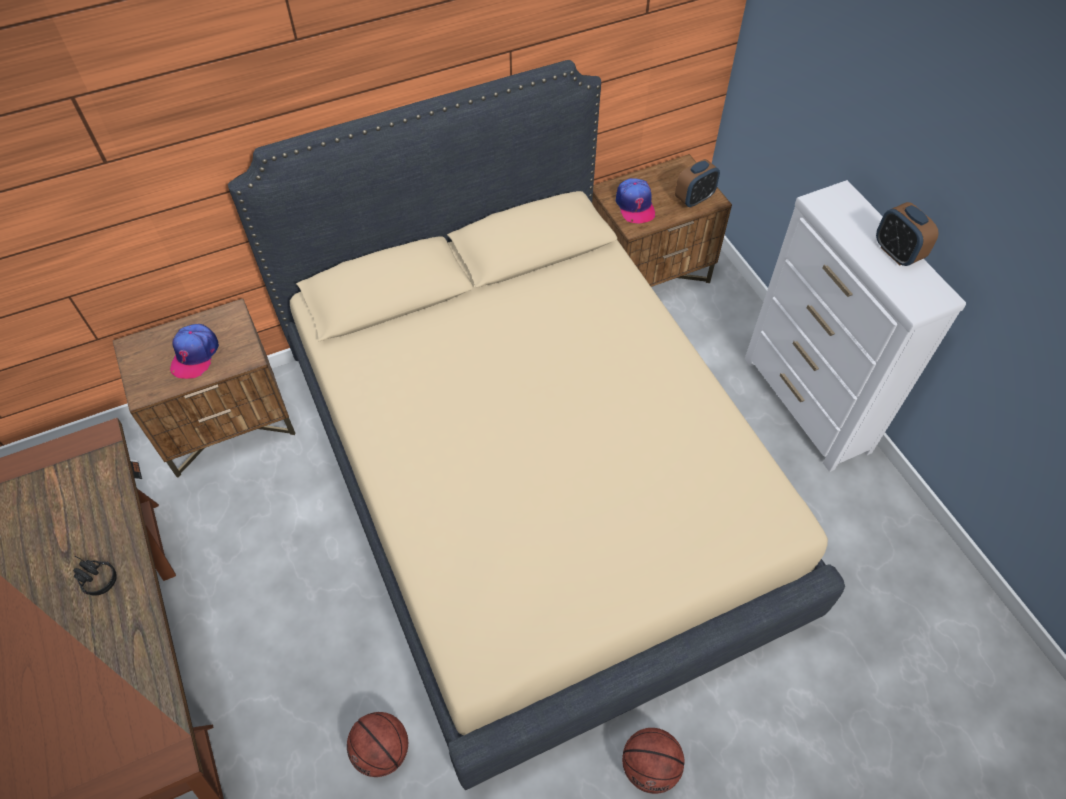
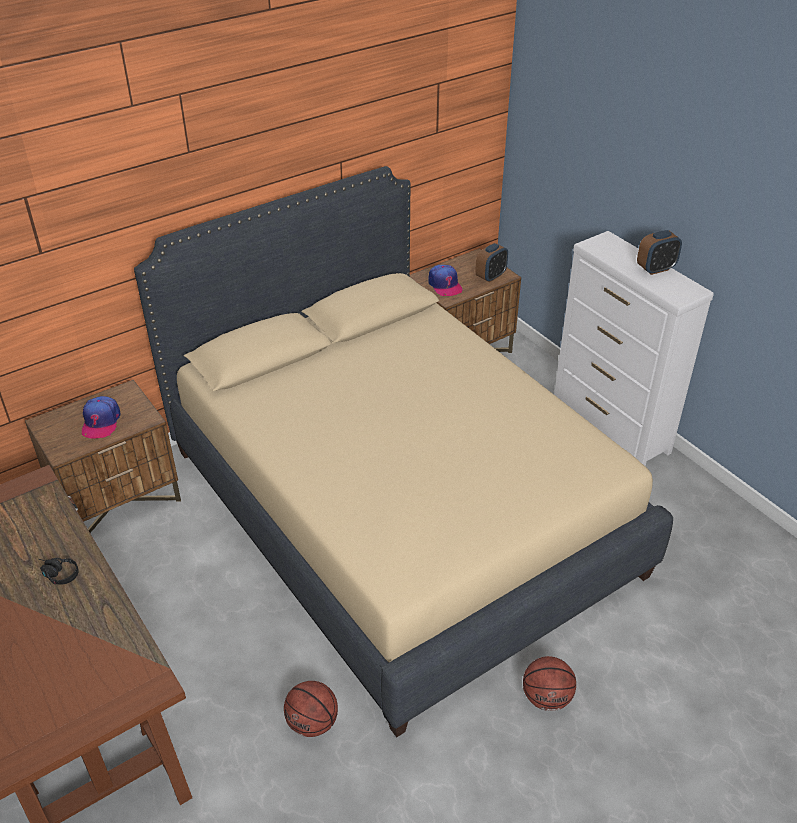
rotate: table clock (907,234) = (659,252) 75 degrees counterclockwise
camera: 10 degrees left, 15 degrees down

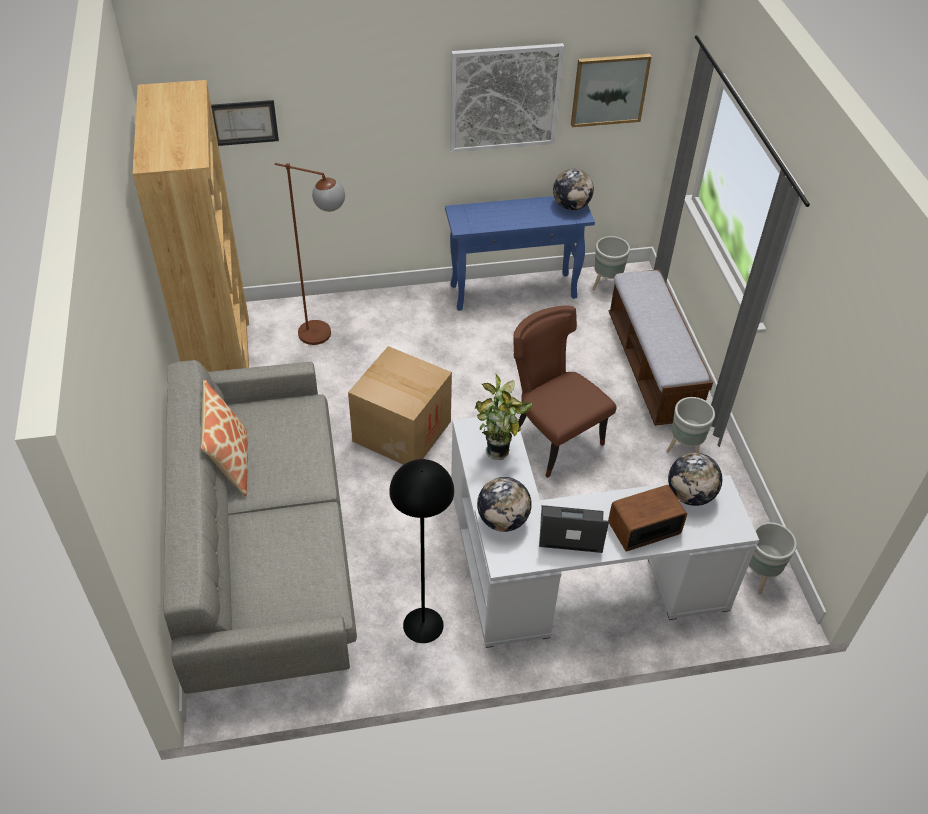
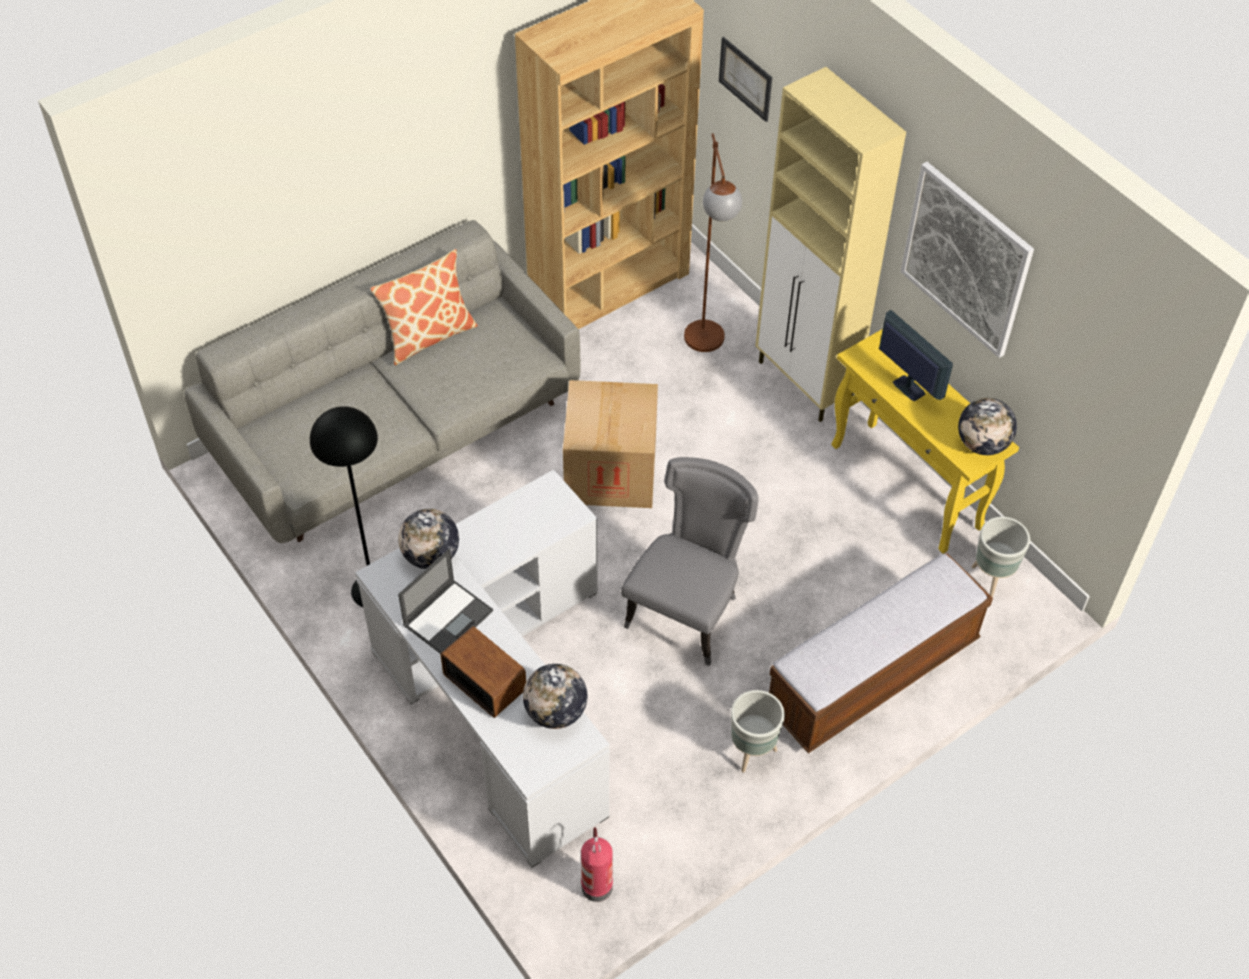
delete: plant in a pot (504,417); wall art (611,90)
insert: sand-coloured cupboard (831,244); computer screen (916,355)
replace: greyish flower pot (773,558) to fire-fighting cylinder (597,864)
recolor: brown-coloured plain chair (565,392) to greyish plain chair (690,561); blue hall table (520,253) to yellow-coloured hall table (925,441)
rotate: portable computer (574,529) = (445,601) 60 degrees clockwise
camera: 65 degrees right, 5 degrees up

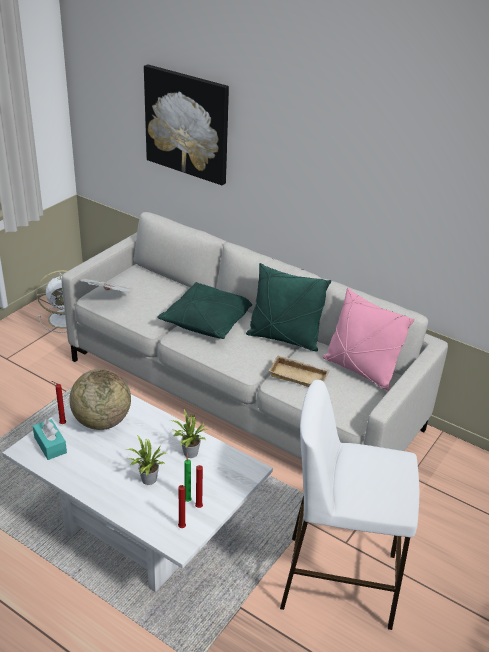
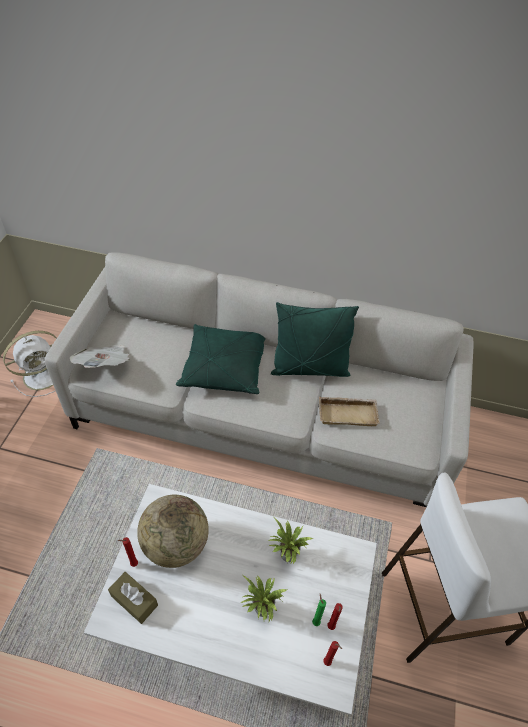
delete: wall art (186,125); pink pillow (369,339)
recolor: turquoise box of tissues (50,439) to brown-coloured box of tissues (133,598)
camera: 20 degrees left, 15 degrees up

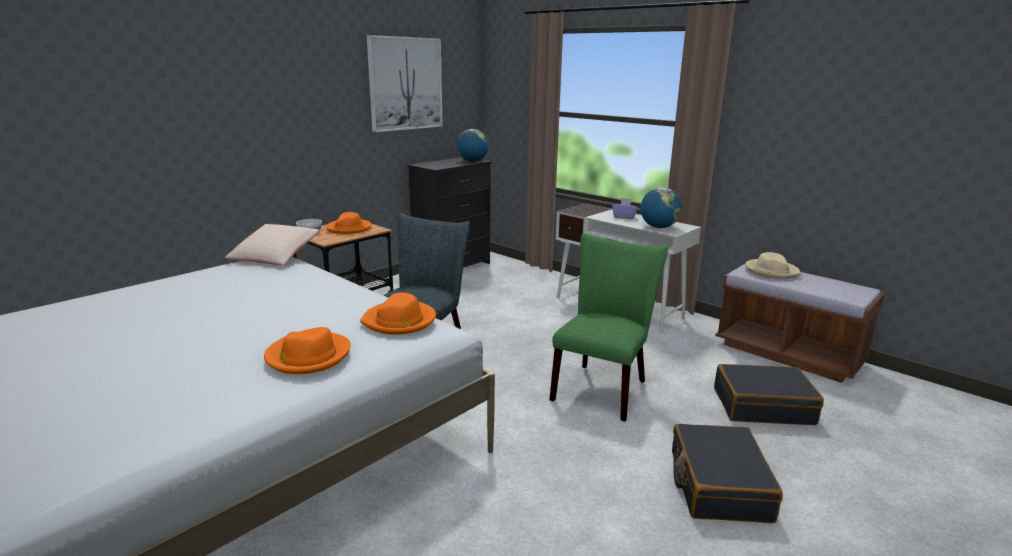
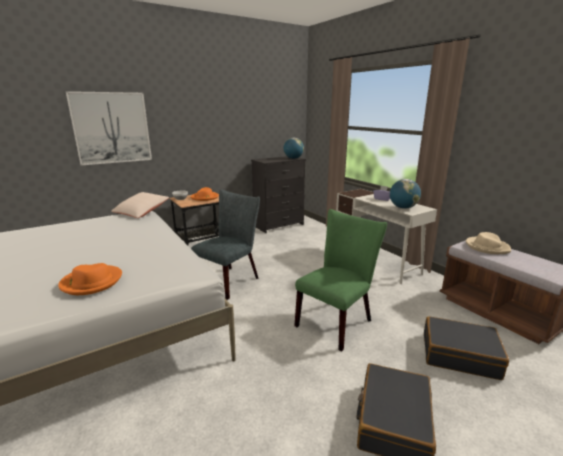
delete: orangey wearable hat (398,313)
move: wall art (405,83) to (109,128)
camera: 15 degrees right, 0 degrees up

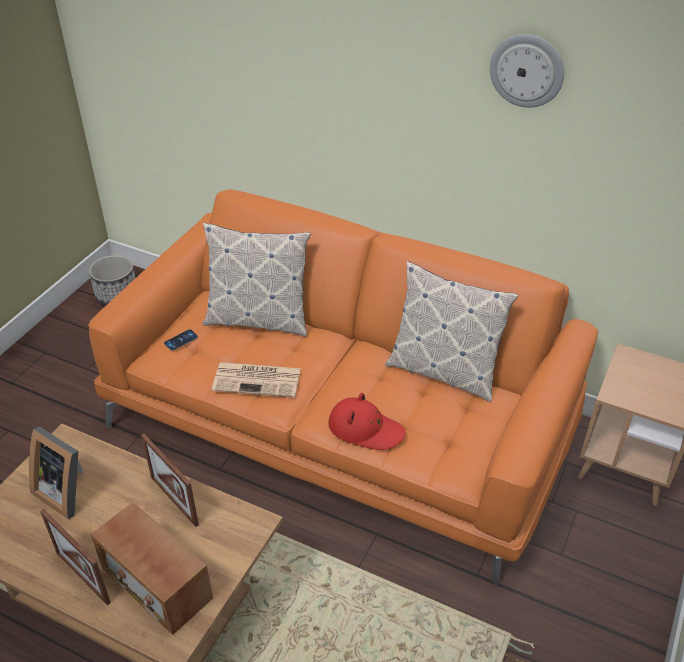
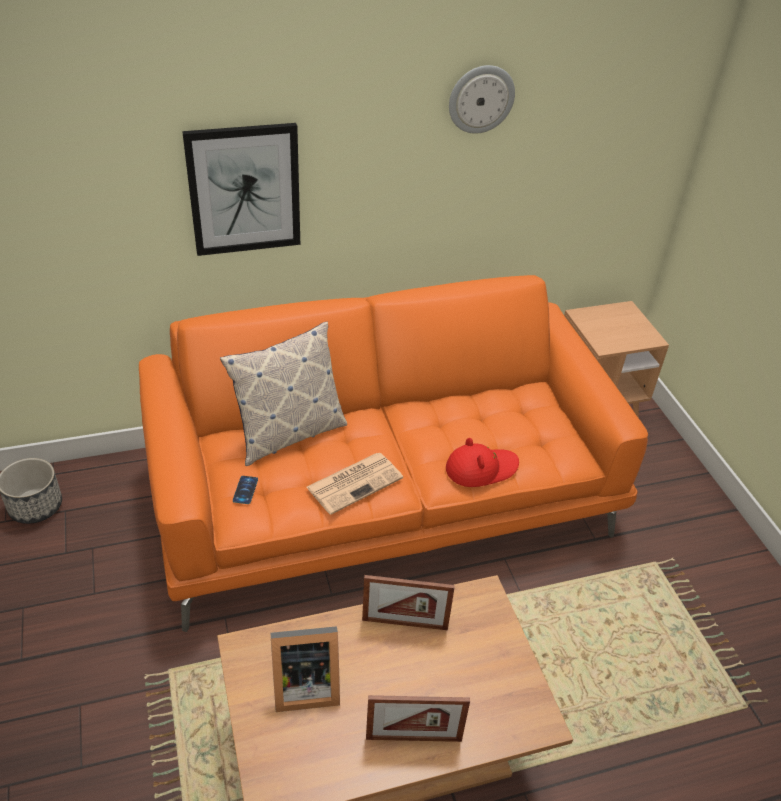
delete: radio set (151,568); pillow (451,331)
insert: wall art (241,189)
camera: 45 degrees left, 0 degrees up

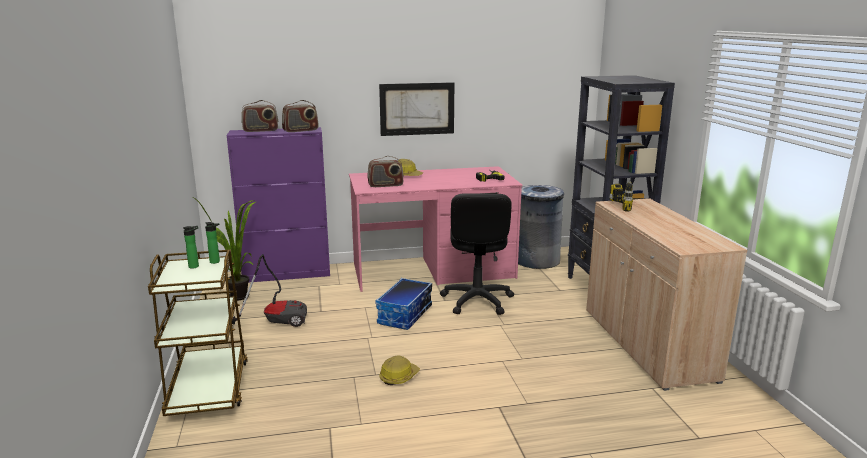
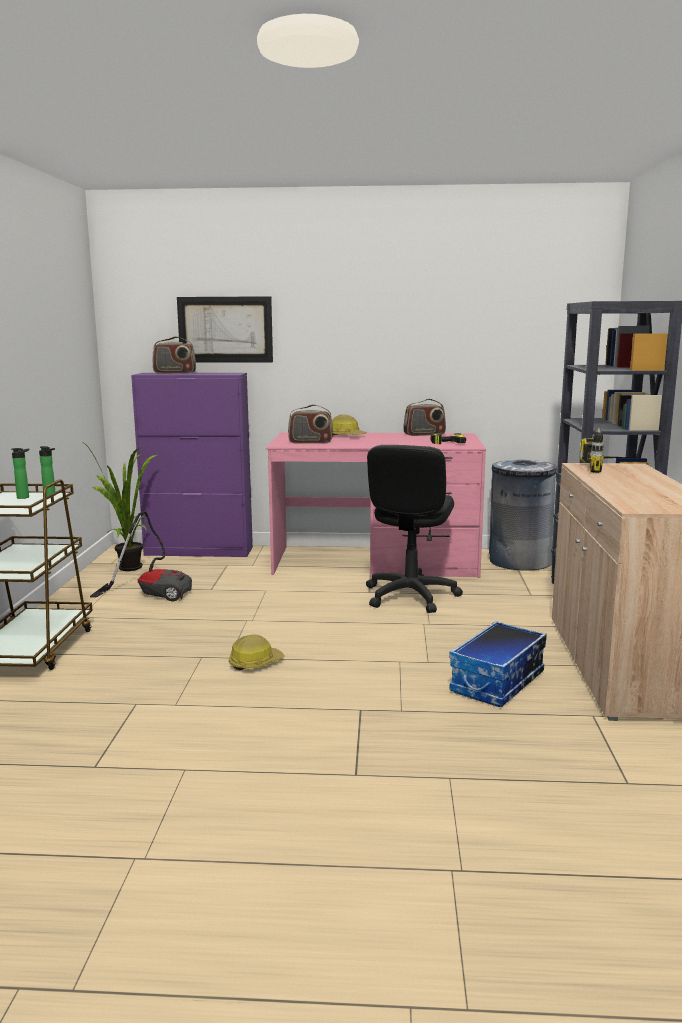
move: wall art (416,109) to (225,329); radio set (300,116) to (424,417); storage bin (403,304) to (498,664)
camera: 15 degrees right, 5 degrees down

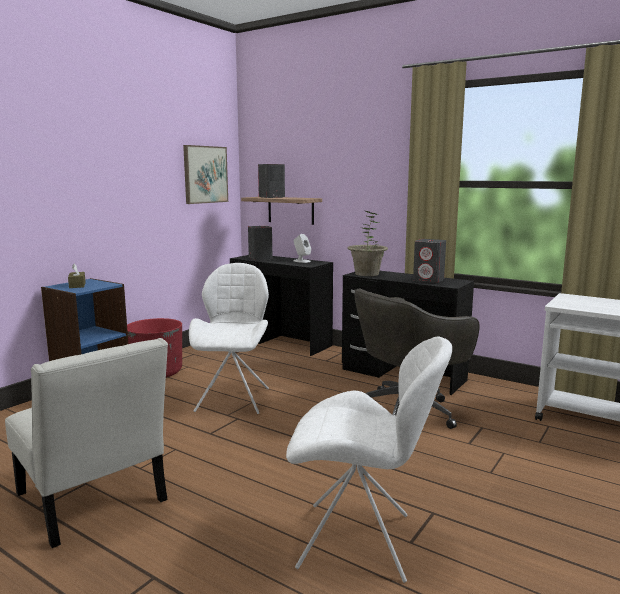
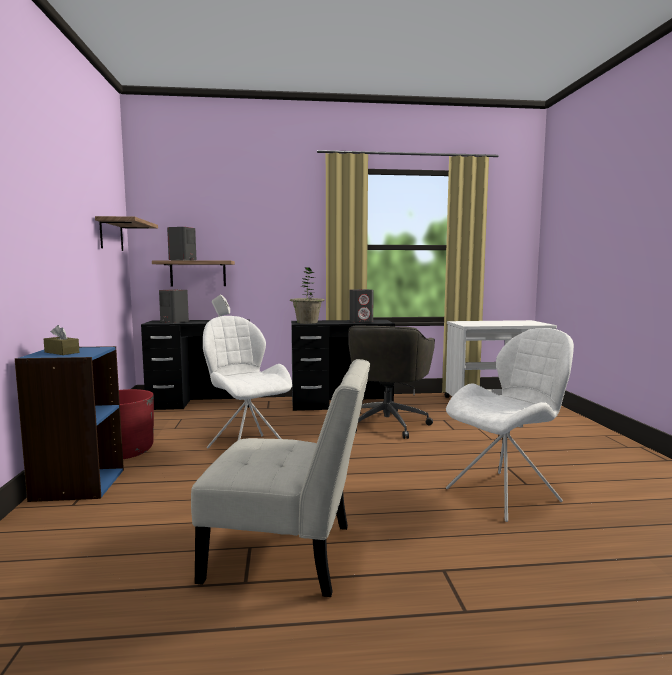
replace: wall art (205,174) to wall shelf (126,233)
camera: 40 degrees left, 5 degrees down

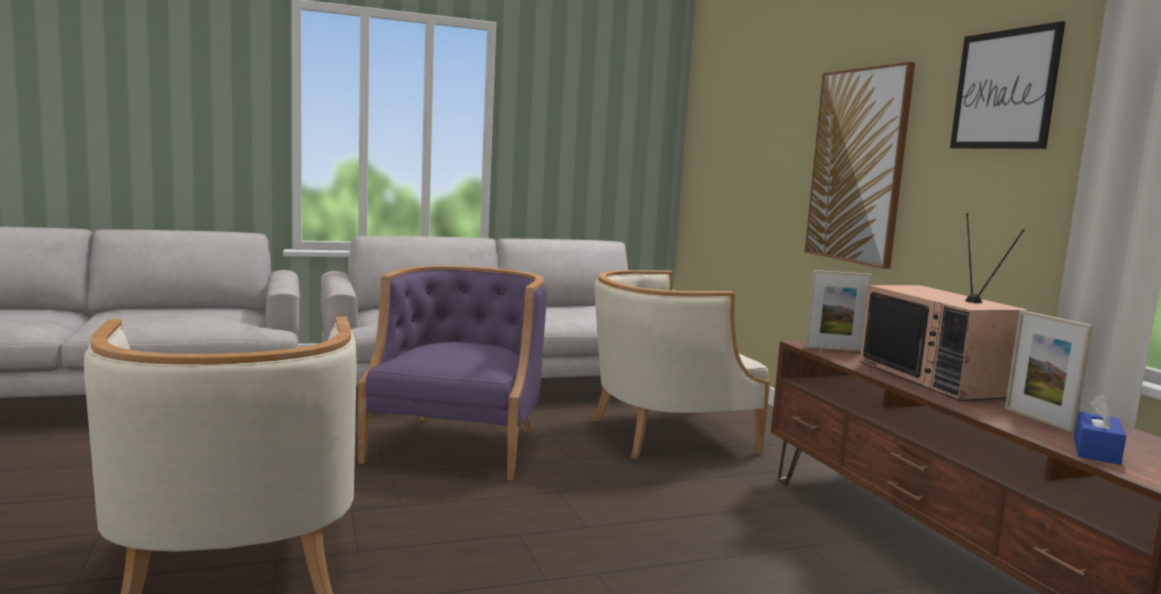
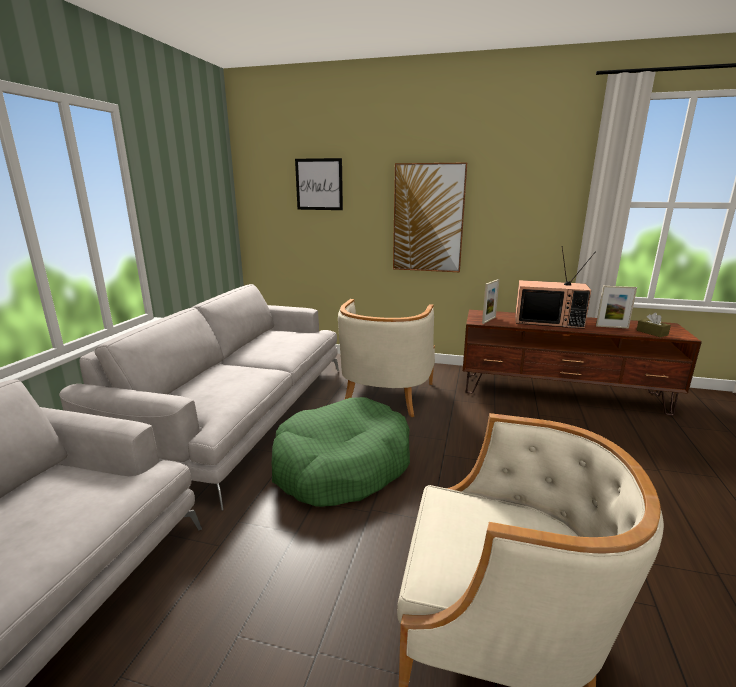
move: wall art (1008,85) to (319,184)
replace: purplish easy chair (452,373) to greenish dog cushion (340,452)
recolor: blue box of tissues (1100,430) to brown-coloured box of tissues (654,325)
camera: 55 degrees left, 10 degrees up

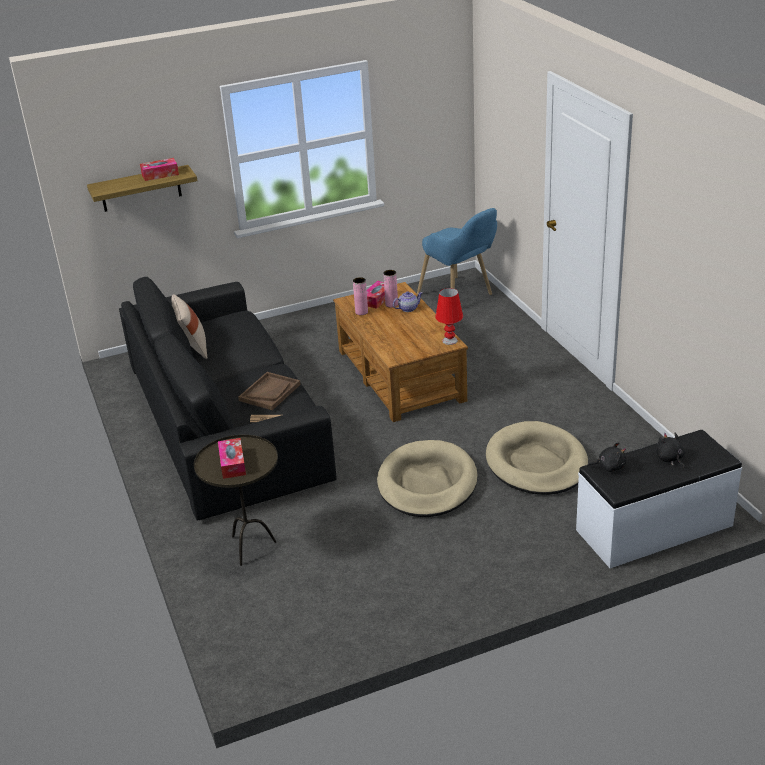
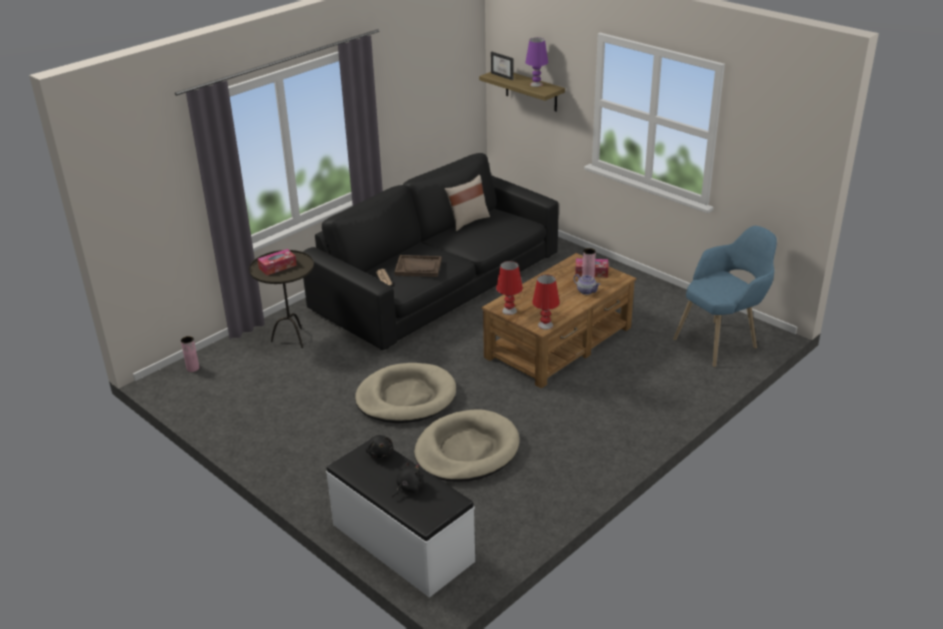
insert: photo frame (502,66); red-coloured lamp for a table (509,288)
move: pink decorative vase (360,296) to (190,354)
replace: box of tissues (159,169) to purplish lamp for a table (536,62)
rotate: blue easy chair (457,251) = (725,296) 150 degrees counterclockwise
camera: 65 degrees right, 0 degrees up

